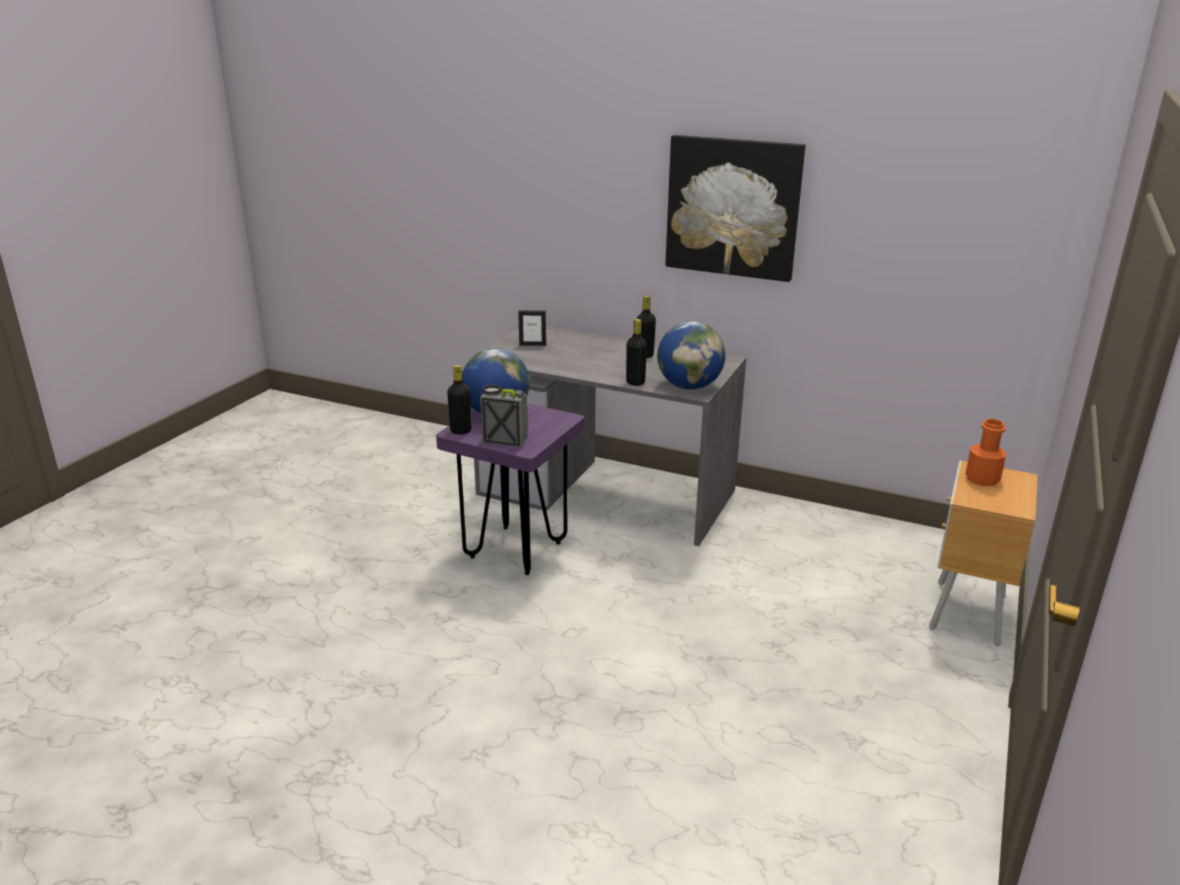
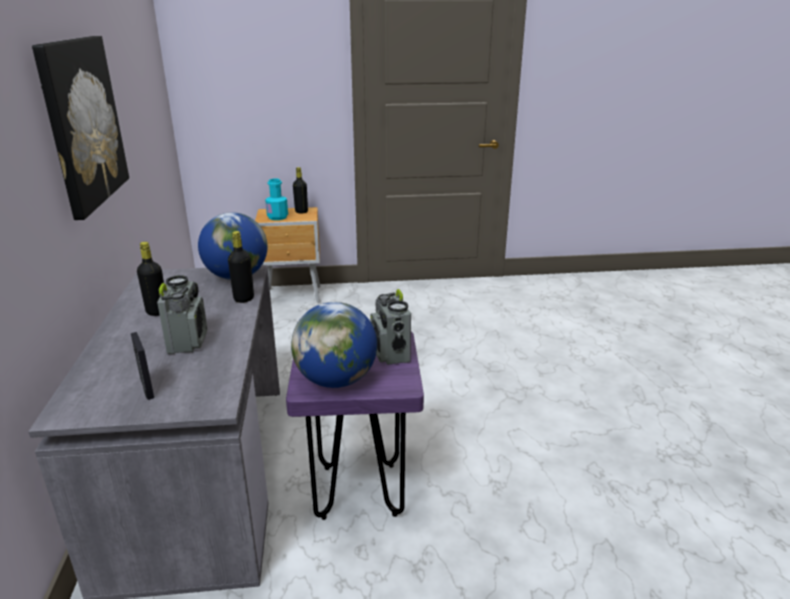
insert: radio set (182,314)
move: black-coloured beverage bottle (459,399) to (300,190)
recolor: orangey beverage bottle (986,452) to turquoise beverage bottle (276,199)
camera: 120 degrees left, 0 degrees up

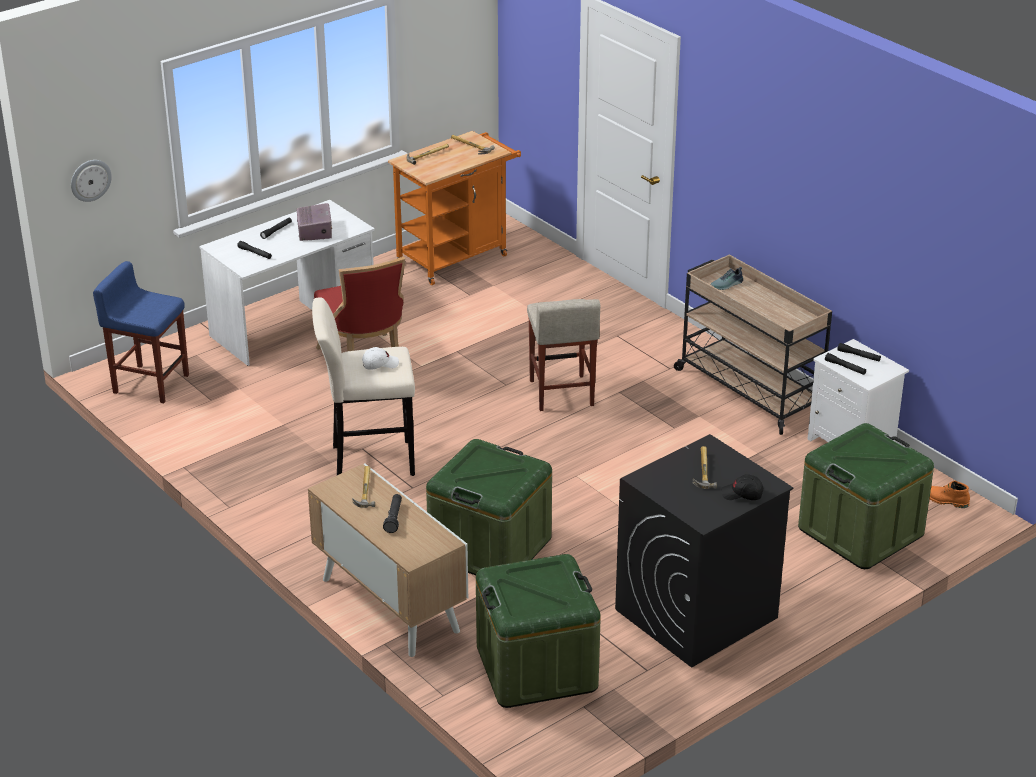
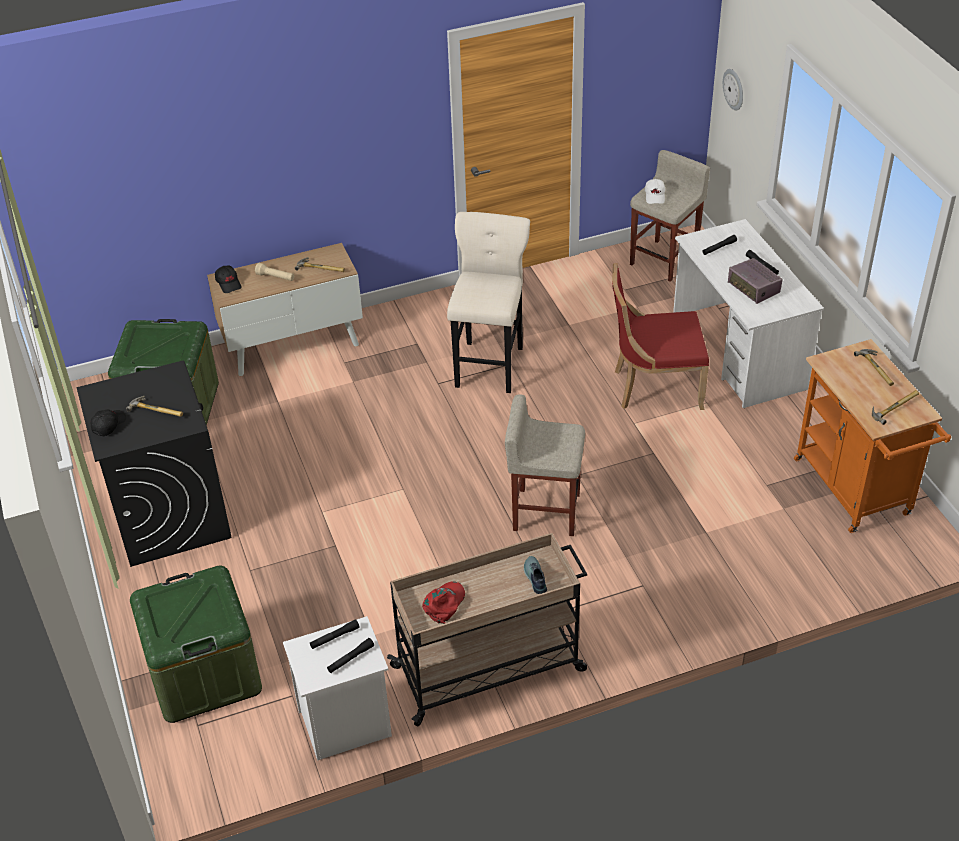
delete: greenish storage bin (489,507); orangey tall boot (949,494)
insert: black-coloured cap (228,279); red-coloured cap (443,602)
move: white-coloured cap (380,358) to (655,191)
recolor: black-coloured hand torch (392,513) to sand-coloured hand torch (274,272); blue sitting stool (141,332) to sand-coloured sitting stool (670,216)
rotate: radio set (314,222) = (755,281) 45 degrees clockwise
camera: 110 degrees right, 10 degrees up

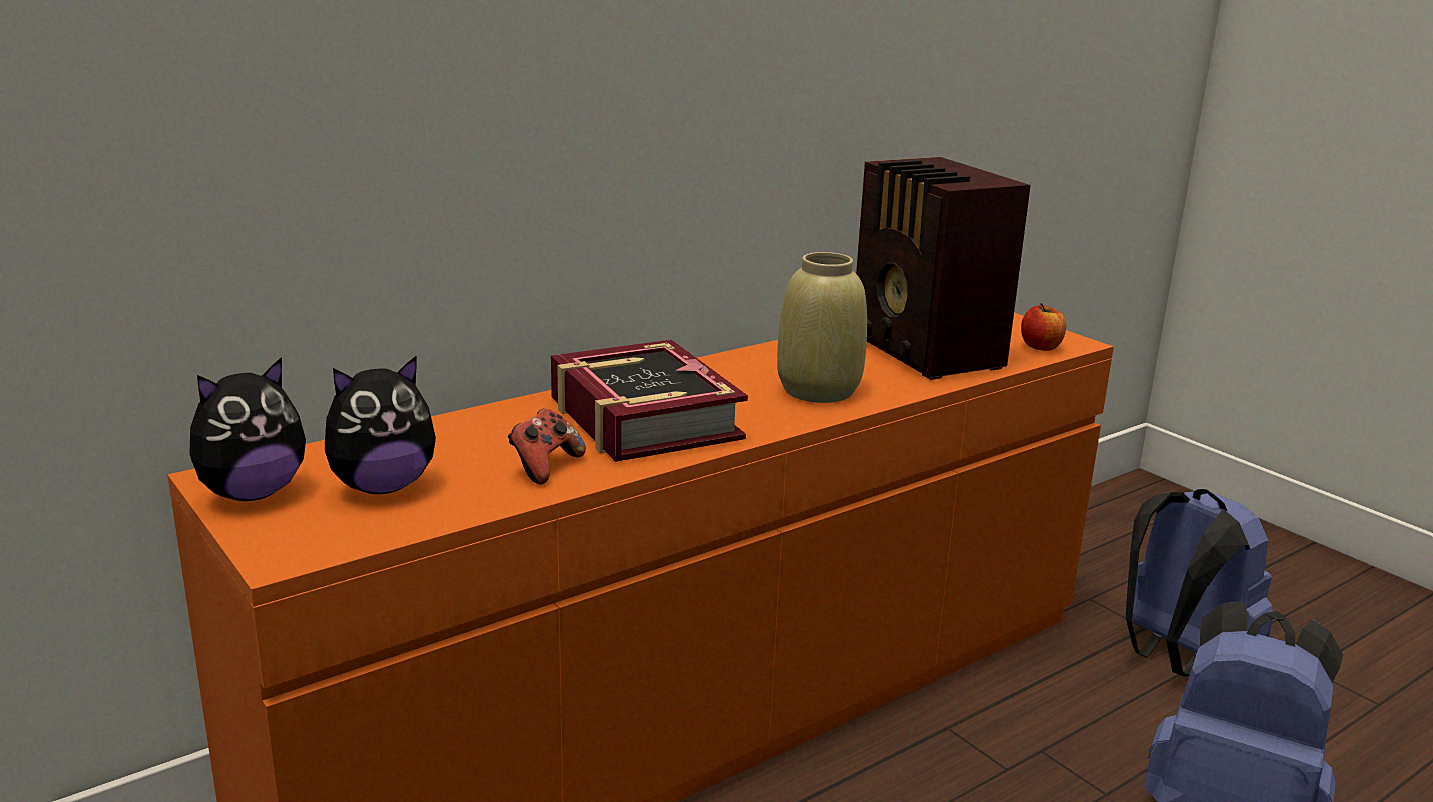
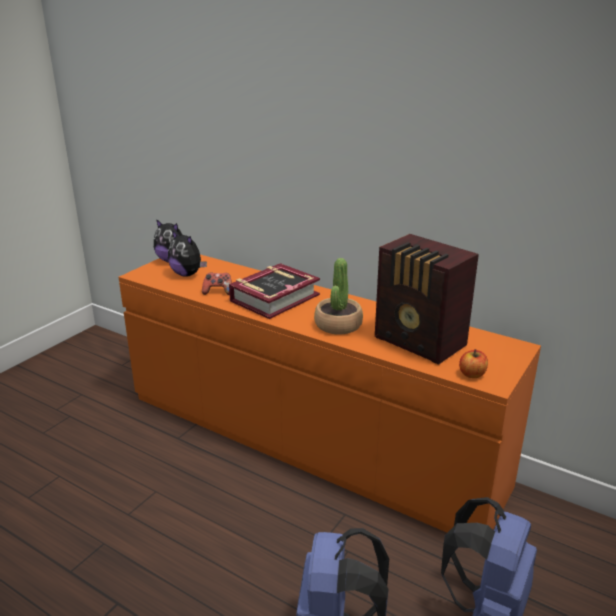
replace: sand-coloured decorative vase (822,327) to plant in a pot (338,296)
rotate: radio set (943,268) = (427,299) 90 degrees counterclockwise
camera: 70 degrees right, 5 degrees up

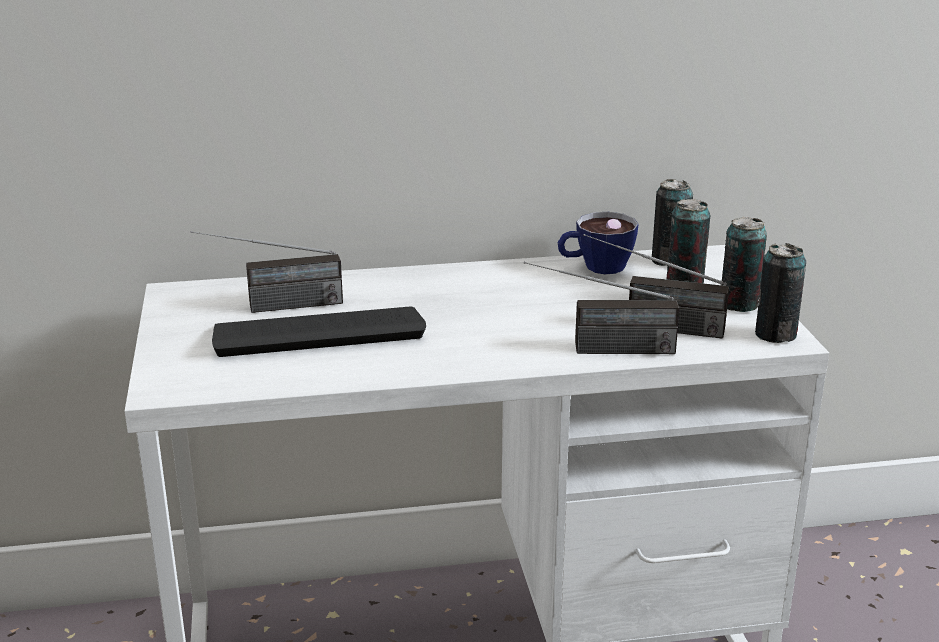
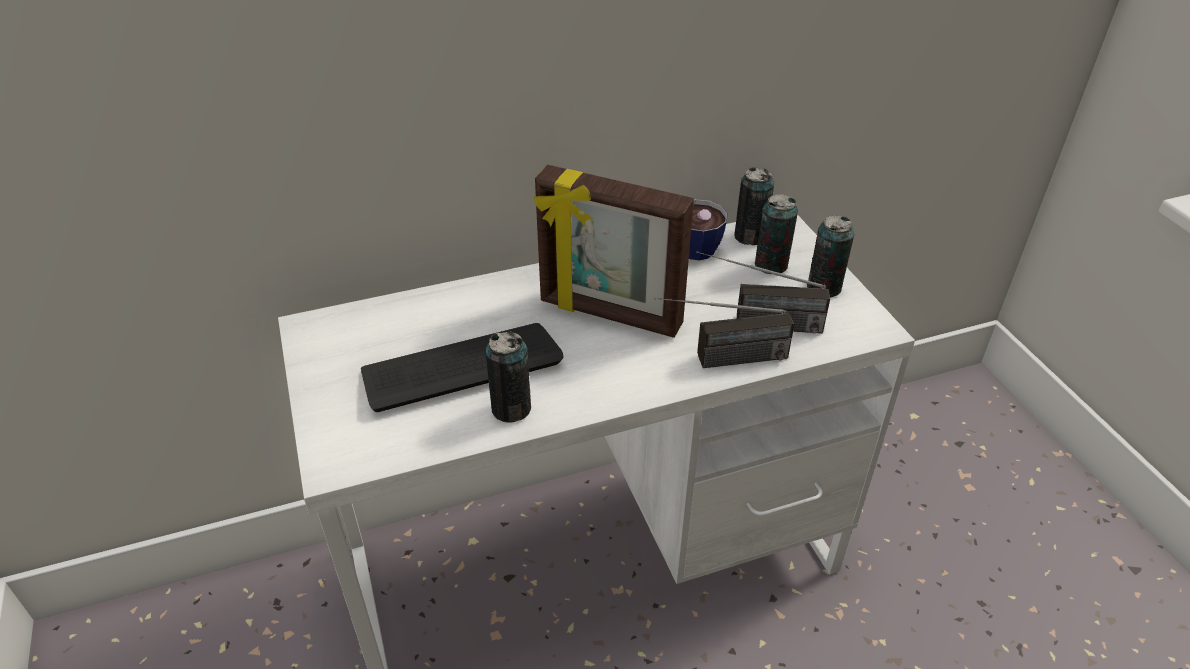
delete: radio set (267,272)
insert: photo frame (614,251)
move: metal can (780,293) to (508,377)
camera: 10 degrees left, 15 degrees up

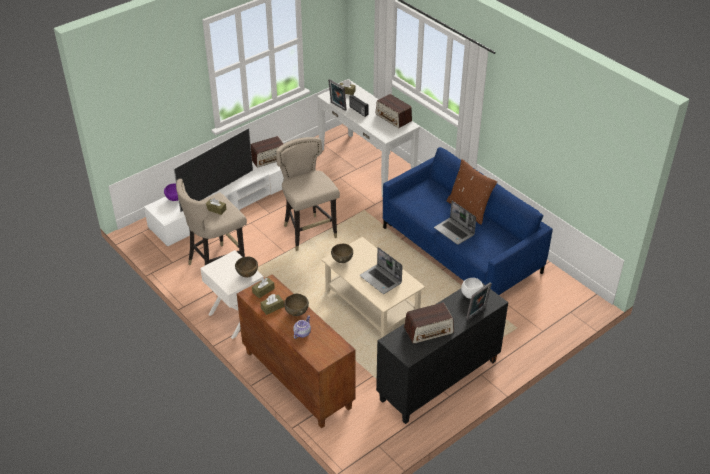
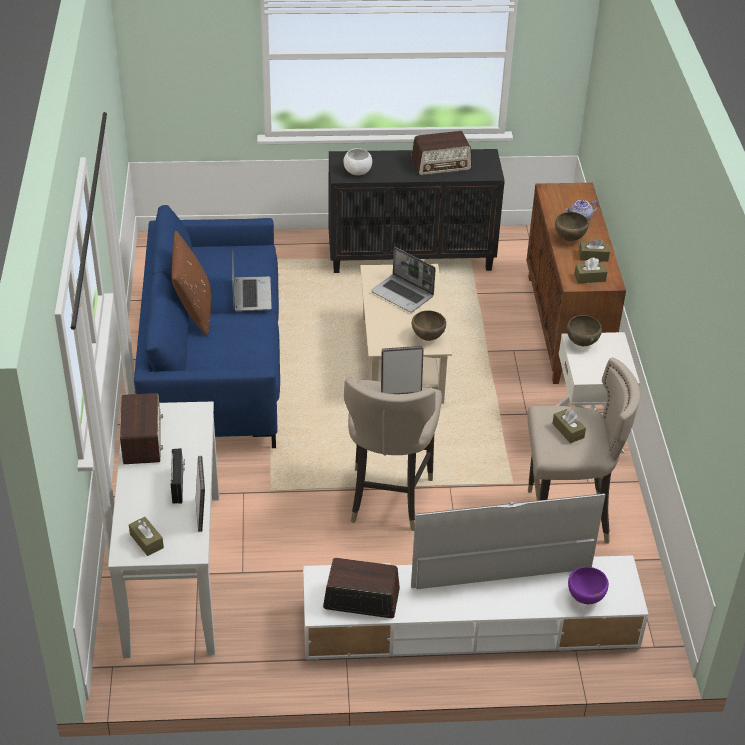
move: photo frame (479,301) to (402,370)
rotate: portable computer (381,270) = (403,279) 135 degrees clockwise; radio set (429,323) = (441,153) 150 degrees clockwise
camera: 145 degrees left, 0 degrees up

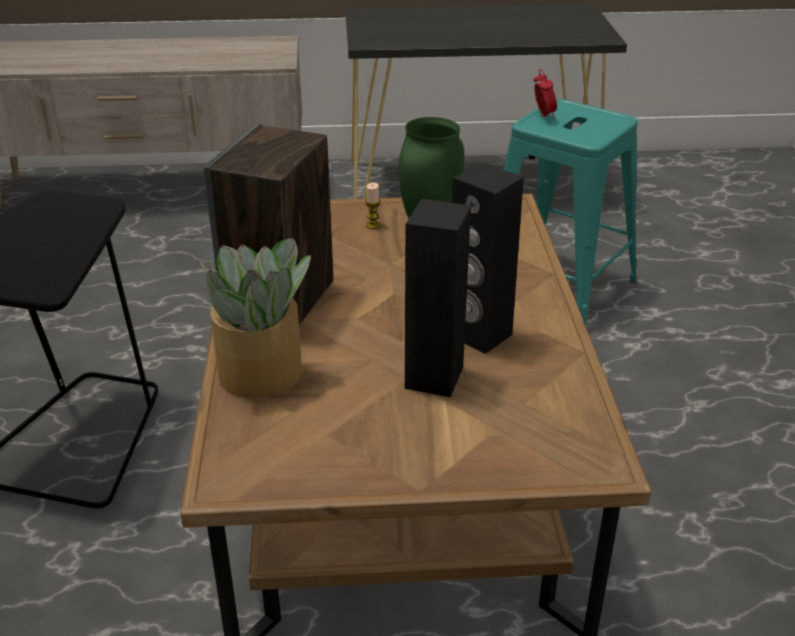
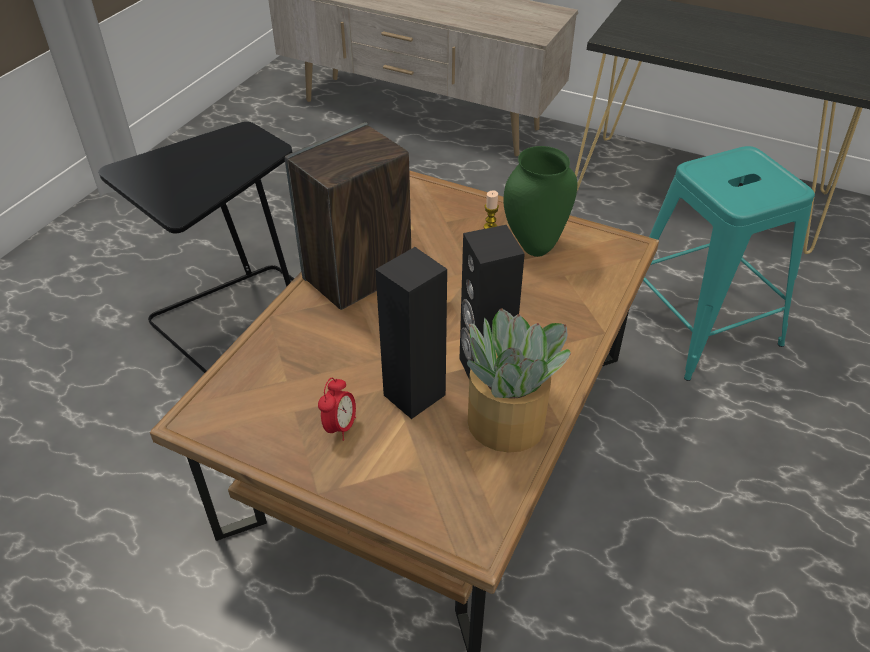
move: table clock (545,94) to (337,409); plant in a pot (255,318) to (519,381)
camera: 30 degrees right, 10 degrees up

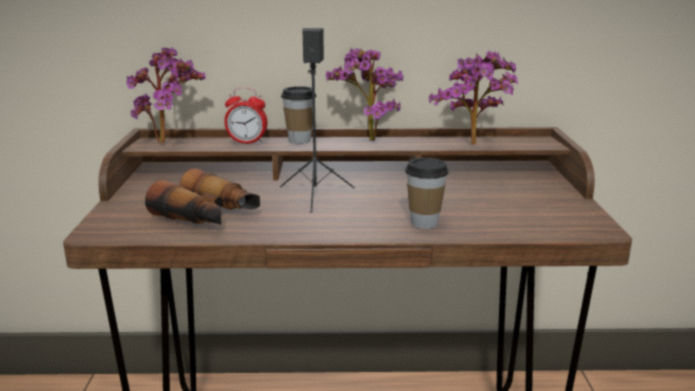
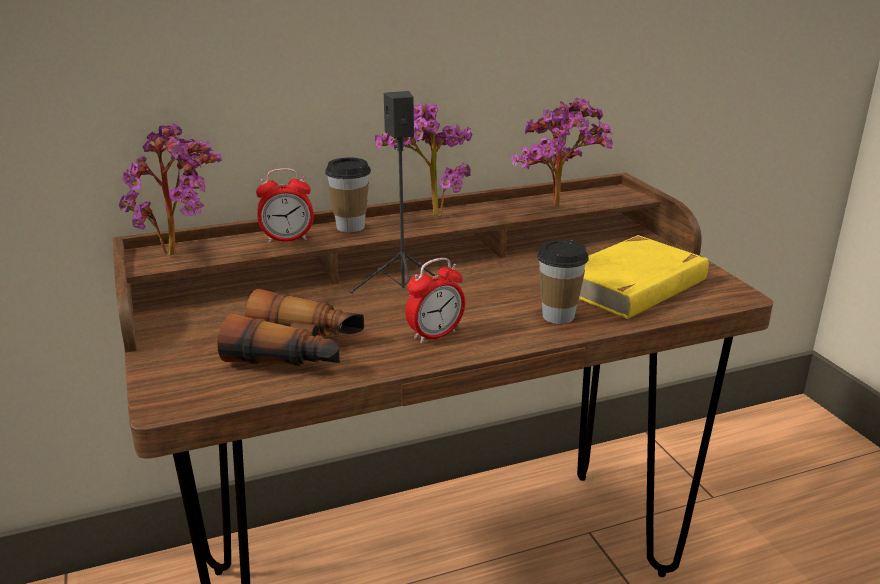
insert: table clock (435,301); yellow-coloured book (644,277)
camera: 20 degrees left, 5 degrees up

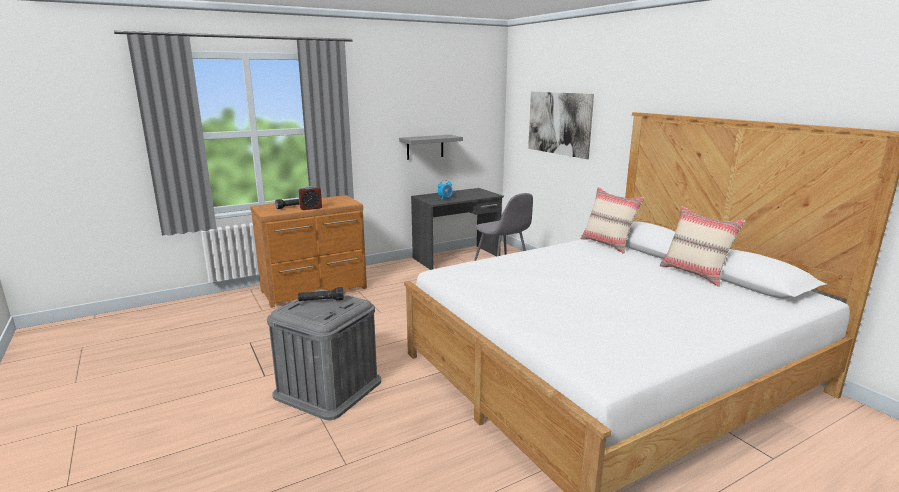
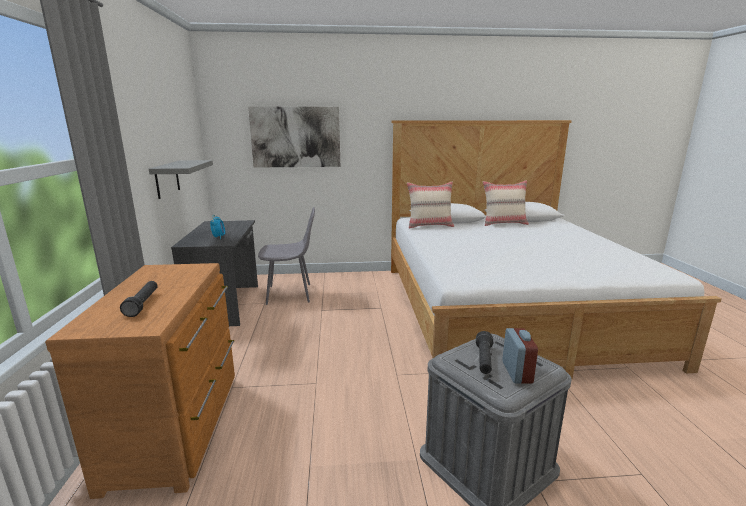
move: table clock (310,198) to (520,355)
camera: 65 degrees left, 0 degrees up

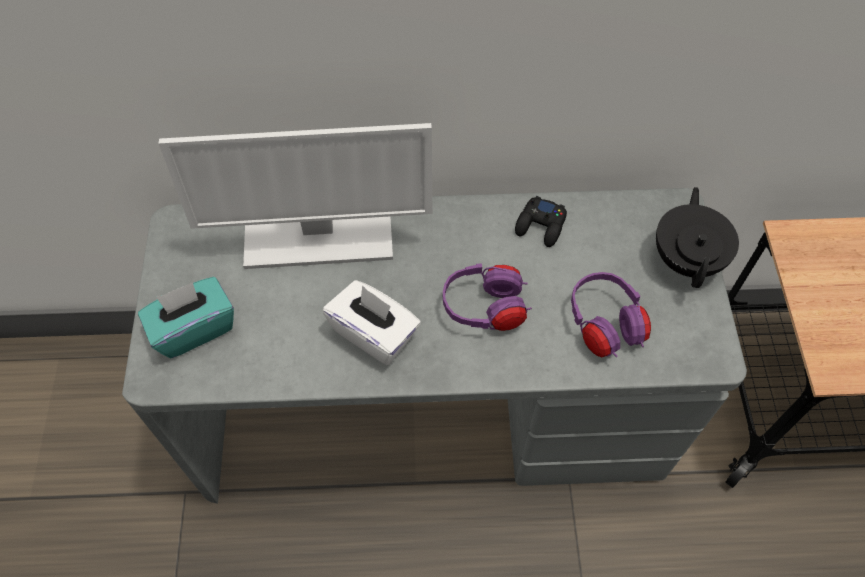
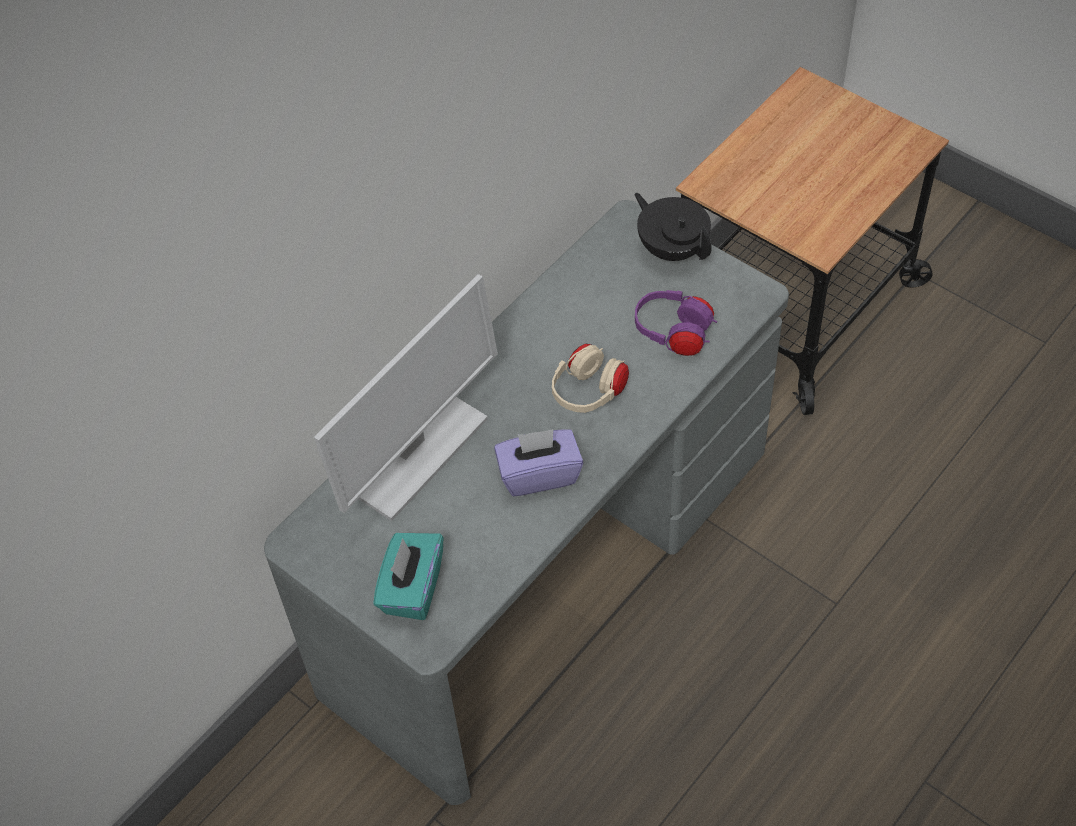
delete: black-coloured joypad (541,221)
recolor: white-coloured box of tissues (372,322) to purplish box of tissues (538,462); purplish headset (487,297) to sand-coloured headset (590,378)
camera: 45 degrees left, 5 degrees down

